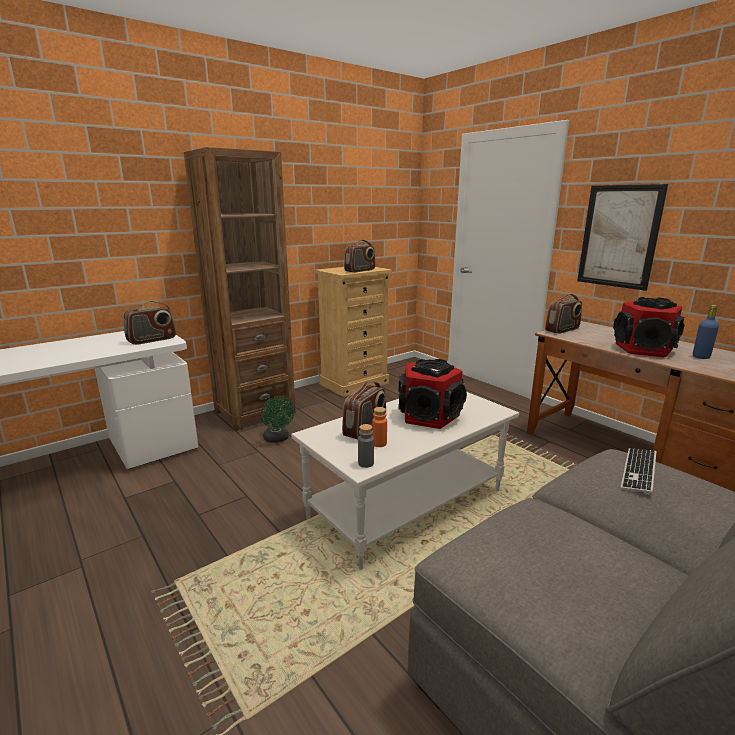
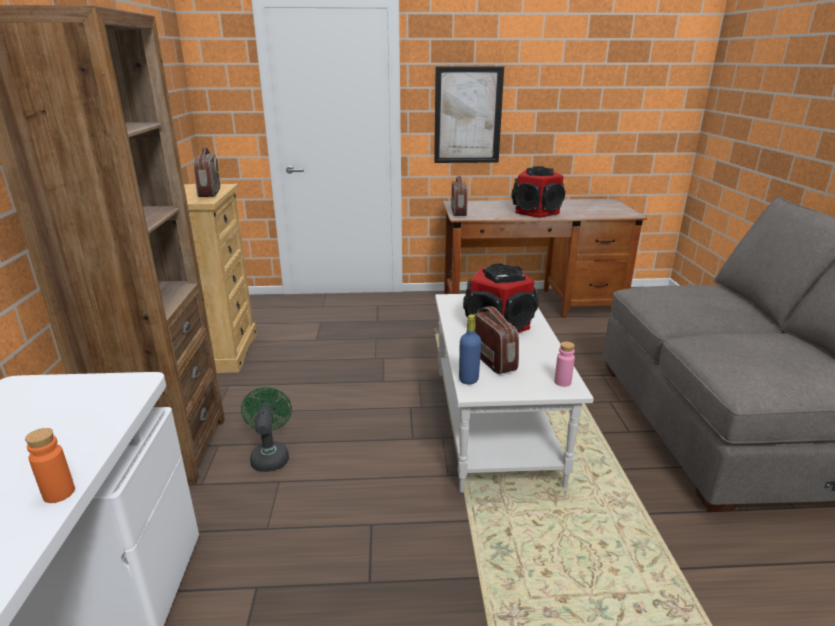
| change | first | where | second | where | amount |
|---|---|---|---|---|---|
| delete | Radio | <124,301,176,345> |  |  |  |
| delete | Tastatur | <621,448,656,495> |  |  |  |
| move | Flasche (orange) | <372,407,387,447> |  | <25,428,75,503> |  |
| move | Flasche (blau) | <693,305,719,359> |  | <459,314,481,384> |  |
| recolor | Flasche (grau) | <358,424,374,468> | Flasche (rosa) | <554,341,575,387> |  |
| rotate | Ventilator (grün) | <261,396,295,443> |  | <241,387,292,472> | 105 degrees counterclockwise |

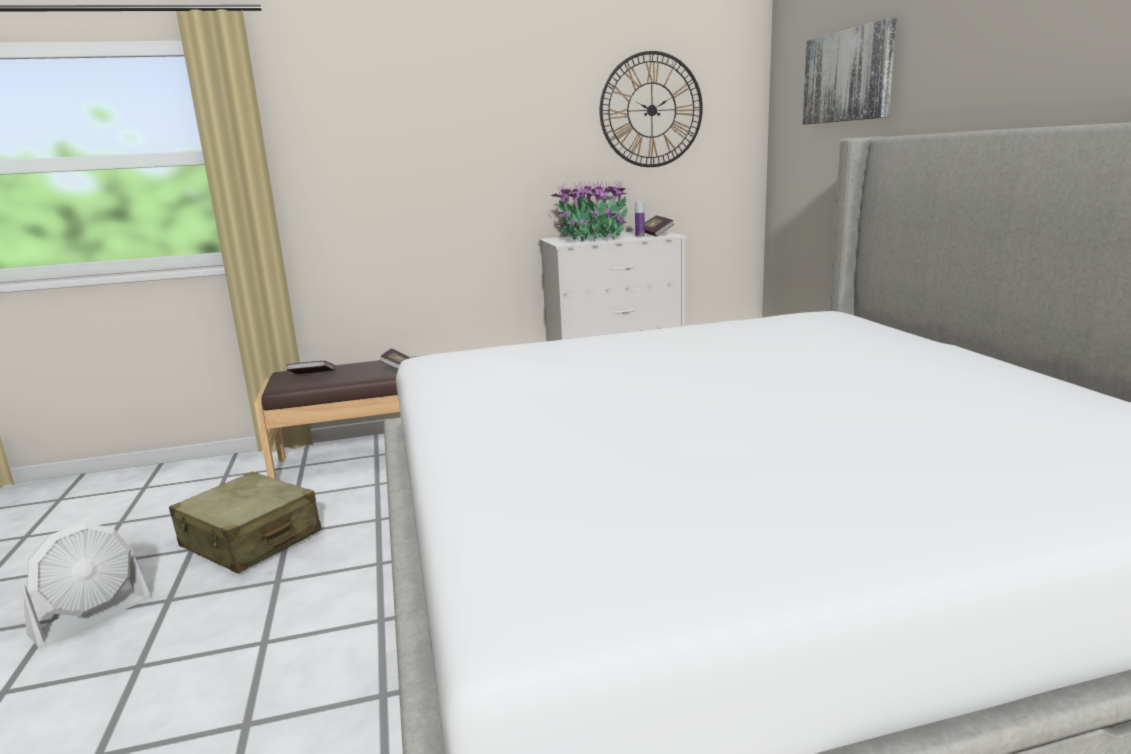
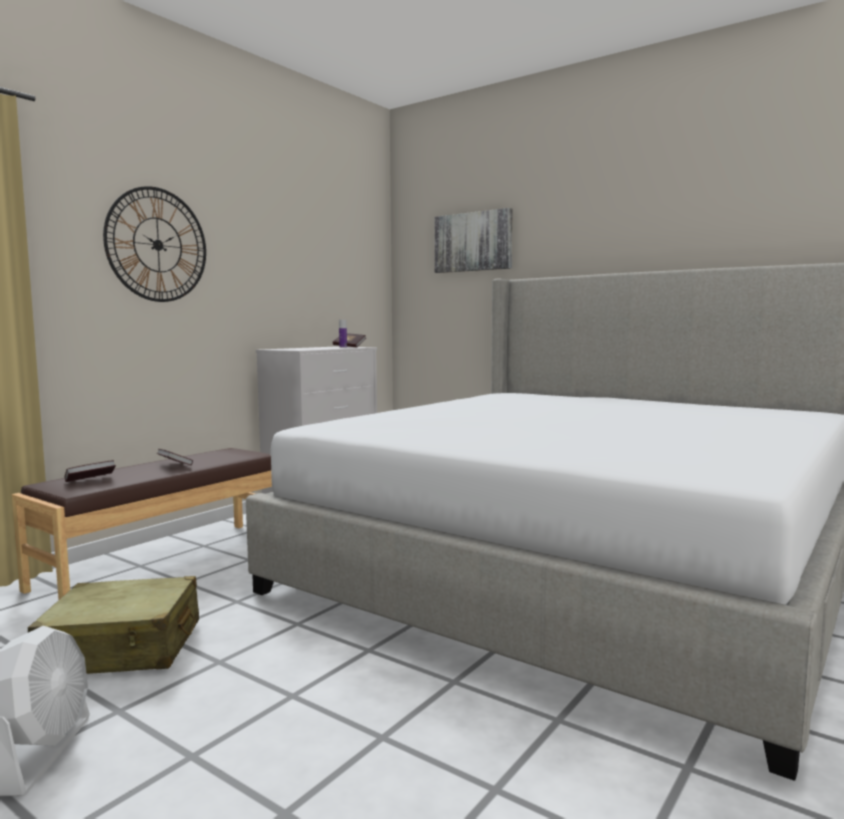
| change | first | where | second | where | amount |
|---|---|---|---|---|---|
| delete | Topfpflanze | <551,179,631,241> |  |  |  |
| move | Wanduhr | <600,51,703,167> |  | <103,186,206,302> |  |

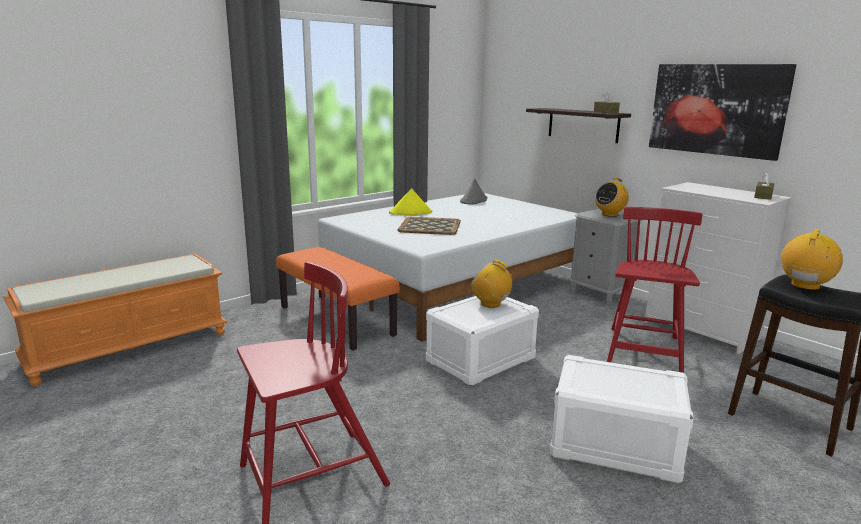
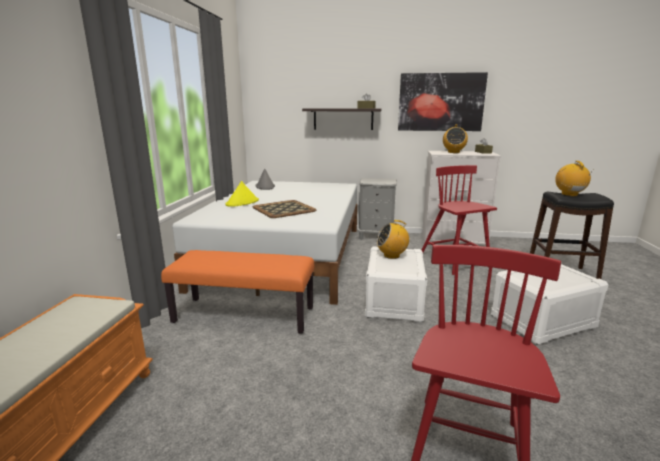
| change | first | where | second | where | amount |
|---|---|---|---|---|---|
| move | Radio | <595,178,629,217> |  | <443,124,468,153> |  |

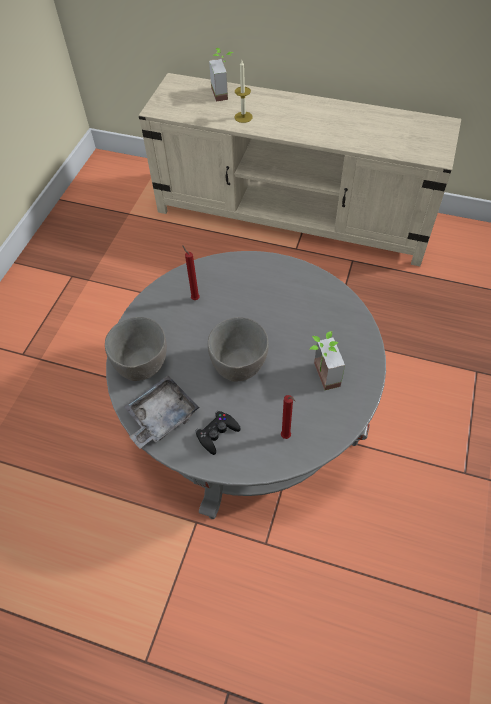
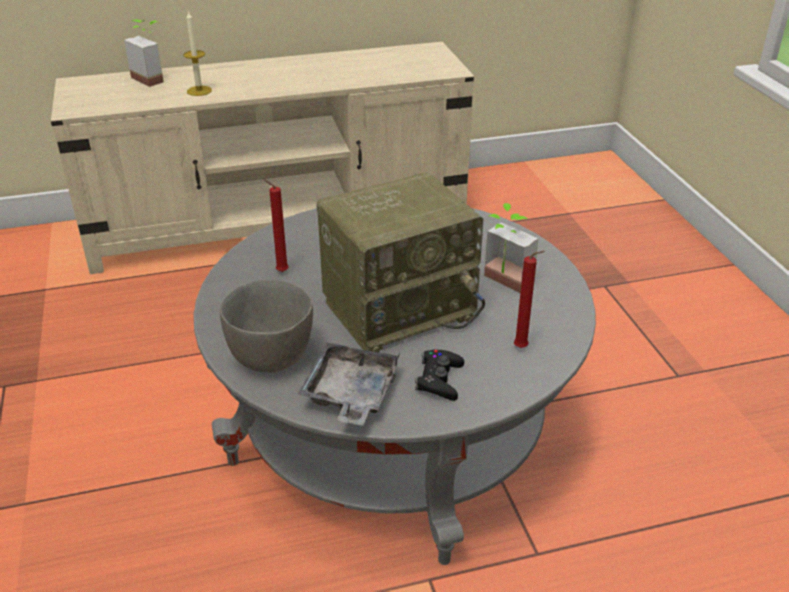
| change | first | where | second | where | amount |
|---|---|---|---|---|---|
| replace | Schüssel (grau) | <208,317,269,382> | Radio | <317,172,485,353> |  |

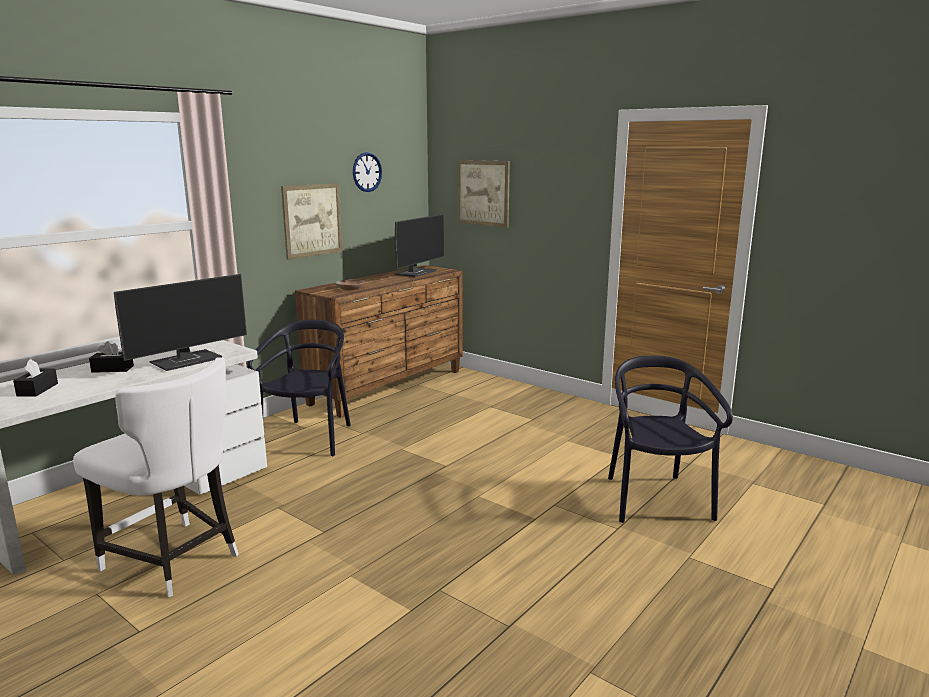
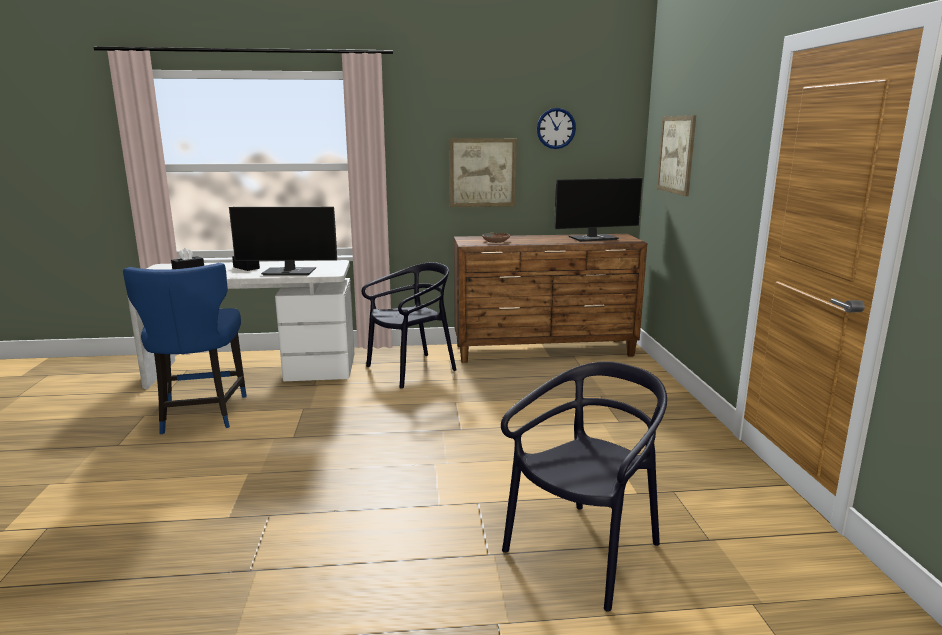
| change | first | where | second | where | amount |
|---|---|---|---|---|---|
| recolor | Stuhl (weiß) | <73,358,239,597> | Stuhl (blau) | <123,263,247,434> |  |

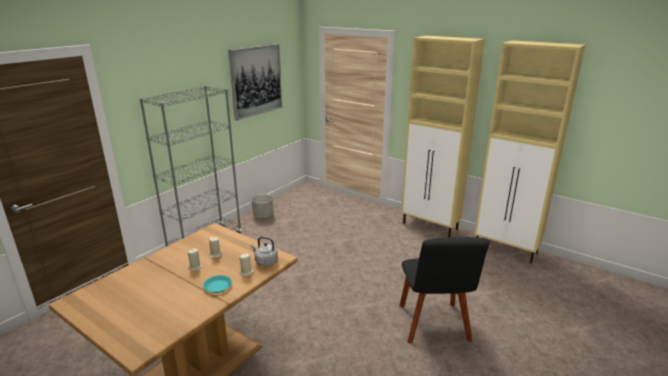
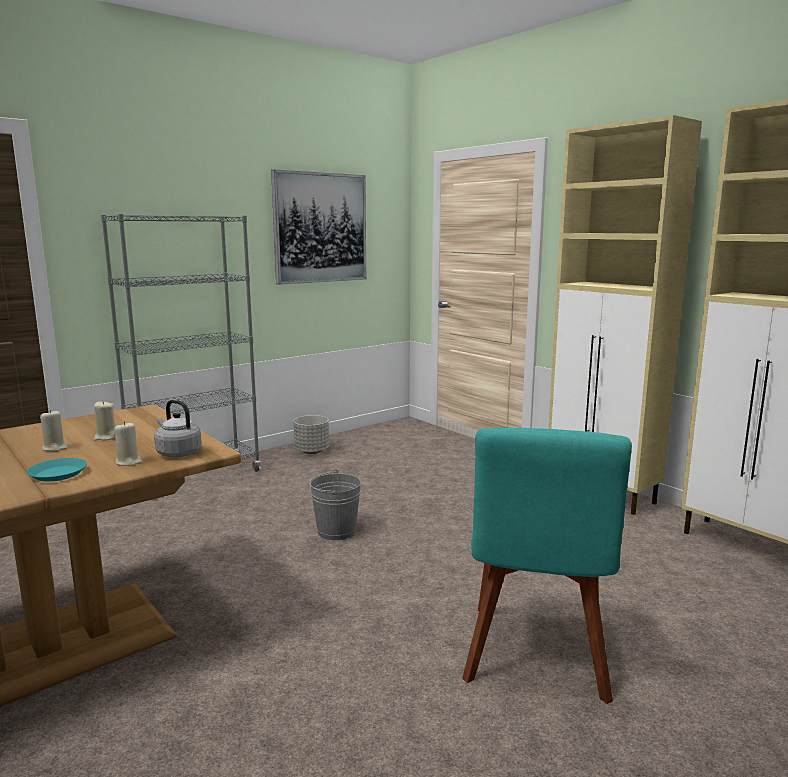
| change | first | where | second | where | amount |
|---|---|---|---|---|---|
| insert |  |  | Eimer (grau) | <309,469,361,540> |  |
| recolor | Stuhl (schwarz) | <400,237,490,344> | Stuhl (türkis) | <462,427,632,704> |  |

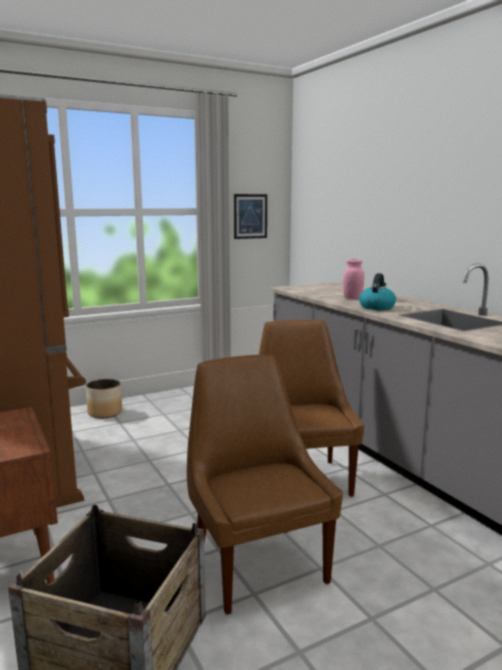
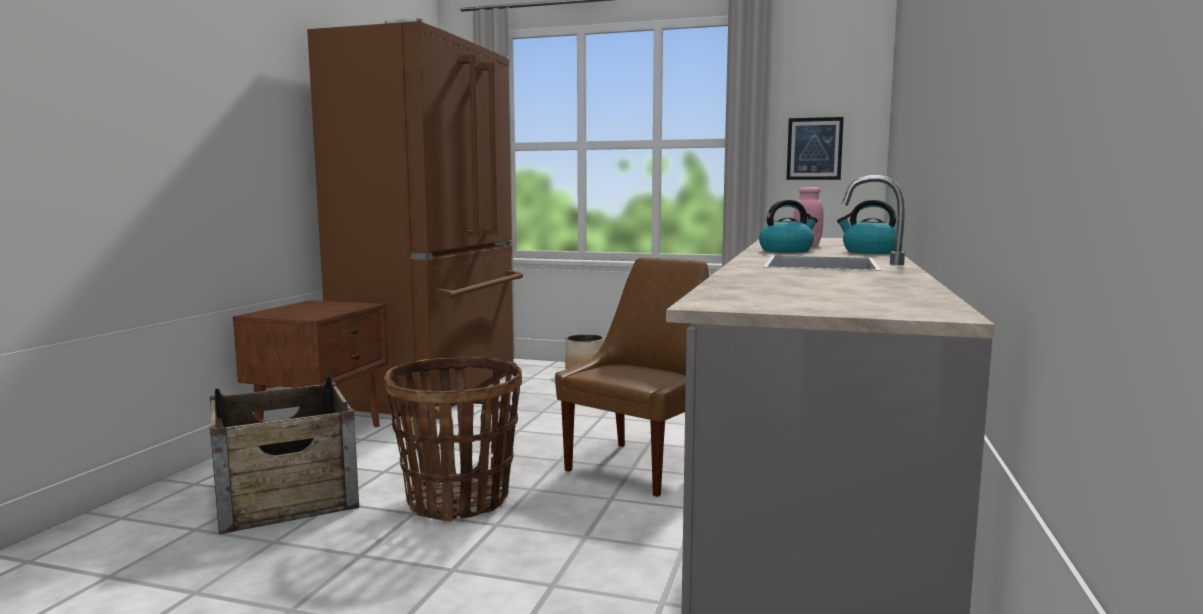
| change | first | where | second | where | amount |
|---|---|---|---|---|---|
| insert |  |  | Wasserkessel | <837,200,896,254> |  |
| replace | Stuhl (braun) | <187,355,343,615> | Korb | <384,357,522,522> |  |

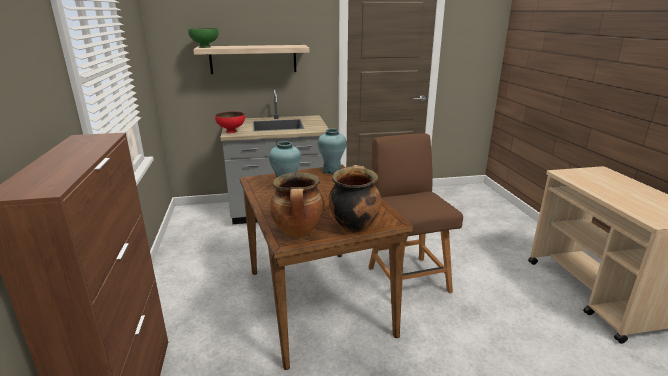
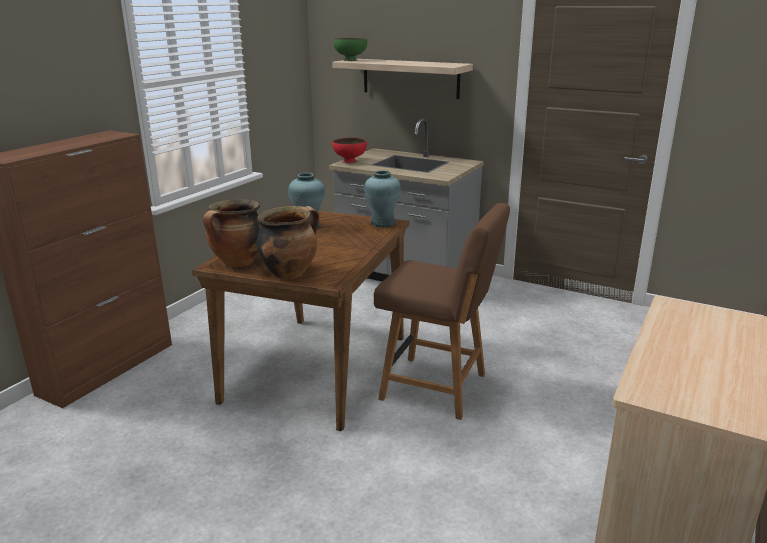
| change | first | where | second | where | amount |
|---|---|---|---|---|---|
| rotate | Stuhl (braun) | <368,133,463,293> |  | <374,203,510,420> | 90 degrees clockwise |

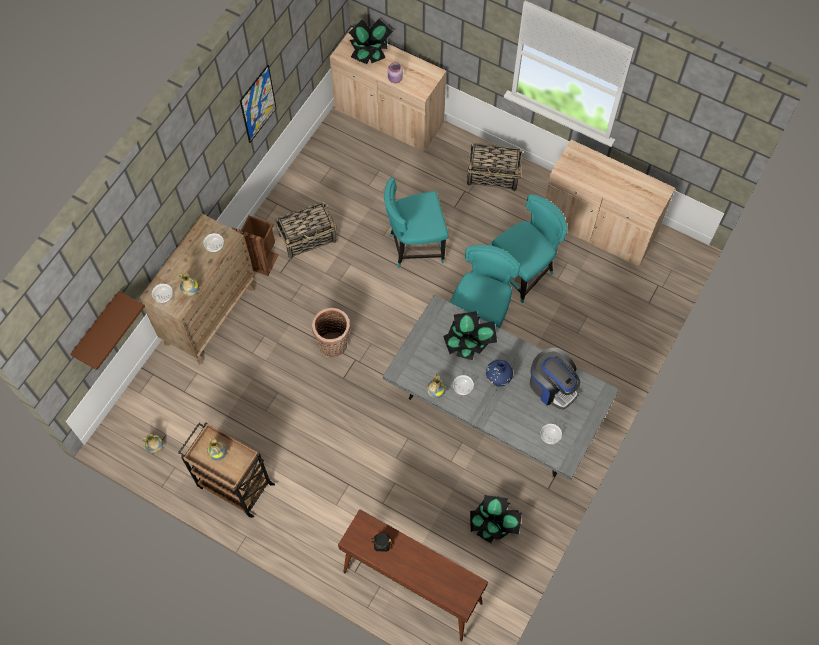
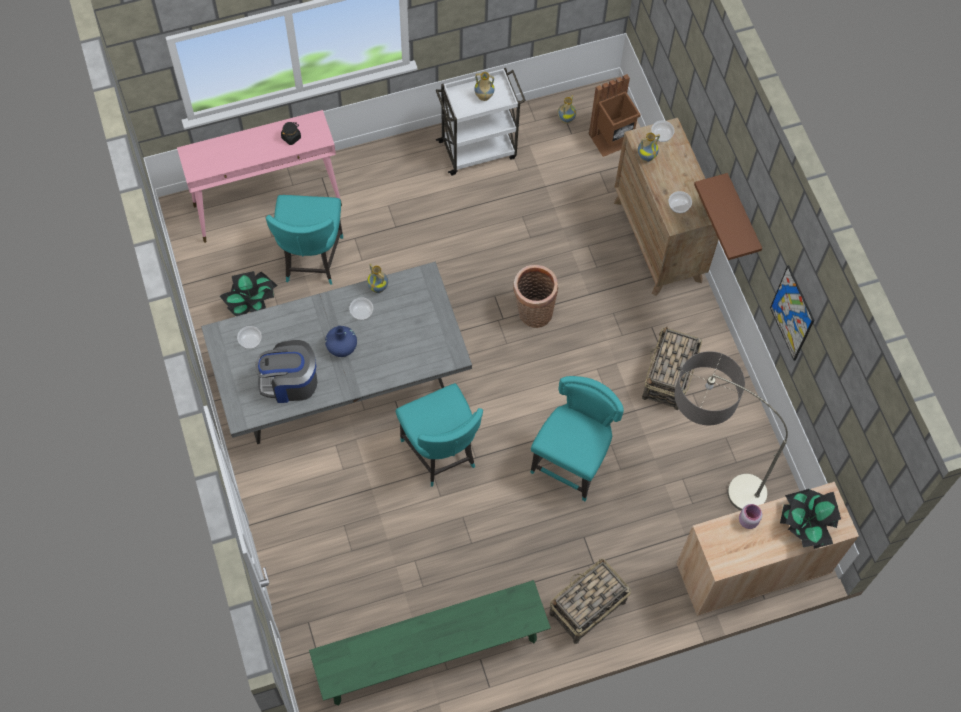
| change | first | where | second | where | amount |
|---|---|---|---|---|---|
| delete | Topfpflanze | <443,311,497,360> |  |  |  |
| insert |  |  | Stehlampe | <674,351,788,510> |  |
| move | Wandregal (braun) | <71,291,145,370> |  | <694,173,762,260> |  |
| move | Mülleimer (braun) | <232,216,279,276> |  | <589,74,641,157> |  |
| move | Stuhl (türkis) | <491,194,568,303> |  | <266,195,343,285> |  |
| replace | Schrank (beige) | <545,140,675,267> | Bank (grün) | <309,580,551,706> |  |
| recolor | Rollwagen (braun) | <178,422,275,518> | Rollwagen (weiß) | <436,68,526,175> |  |
| recolor | Konsolentisch (braun) | <338,509,488,641> | Konsolentisch (rosa) | <177,110,342,243> |  |

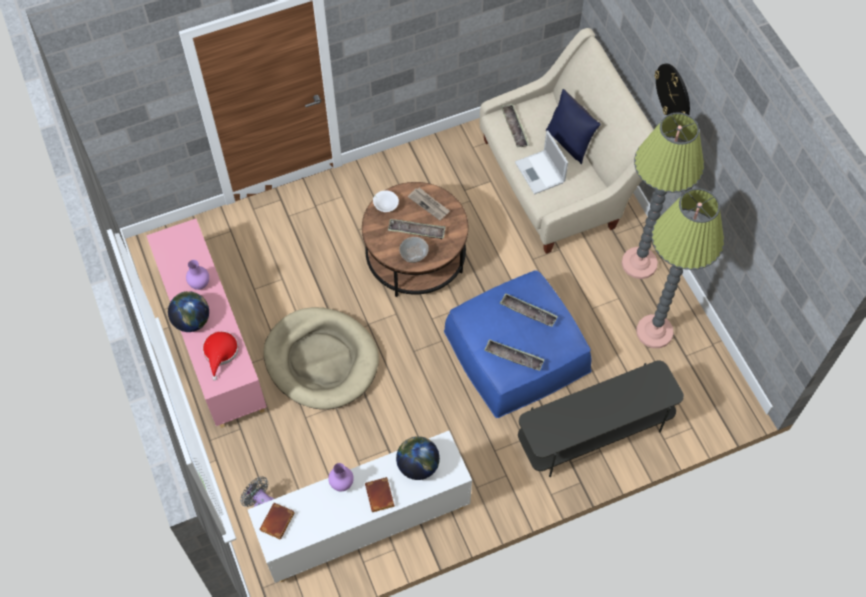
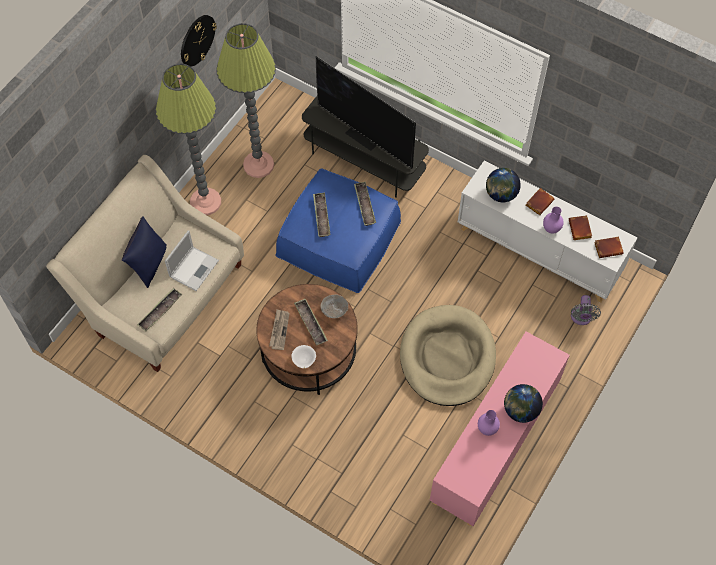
| change | first | where | second | where | amount |
|---|---|---|---|---|---|
| delete | Hut (rot) | <203,331,239,380> |  |  |  |
| insert |  |  | Fernseher | <315,56,416,169> |  |
| insert |  |  | Buch (braun) | <569,215,592,240> |  |
| move | Wanduhr | <654,63,690,115> |  | <181,15,217,67> |  |

